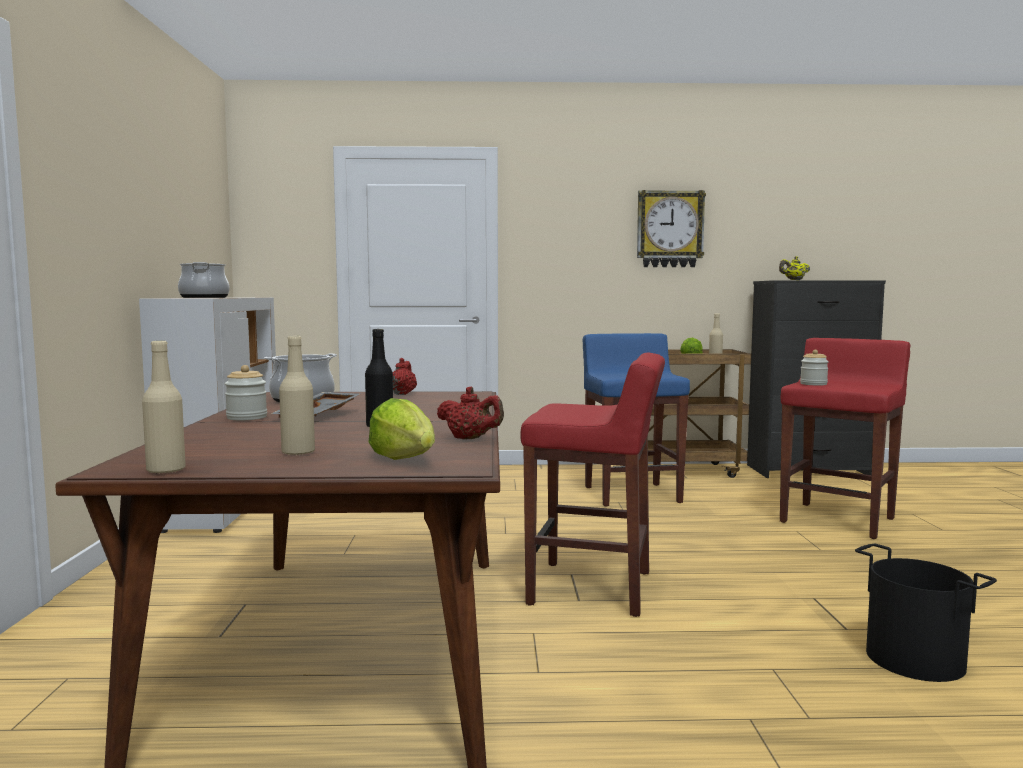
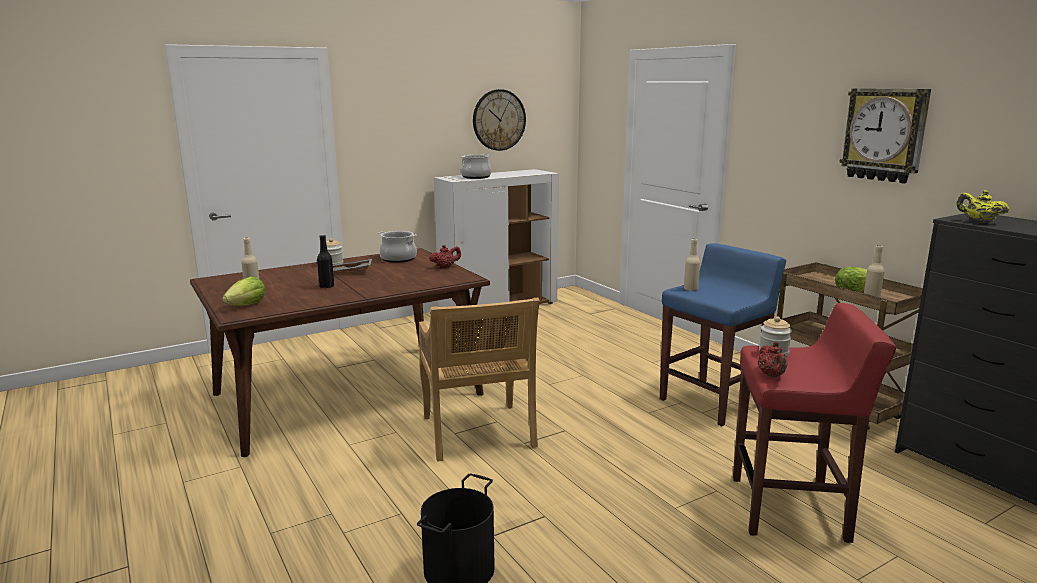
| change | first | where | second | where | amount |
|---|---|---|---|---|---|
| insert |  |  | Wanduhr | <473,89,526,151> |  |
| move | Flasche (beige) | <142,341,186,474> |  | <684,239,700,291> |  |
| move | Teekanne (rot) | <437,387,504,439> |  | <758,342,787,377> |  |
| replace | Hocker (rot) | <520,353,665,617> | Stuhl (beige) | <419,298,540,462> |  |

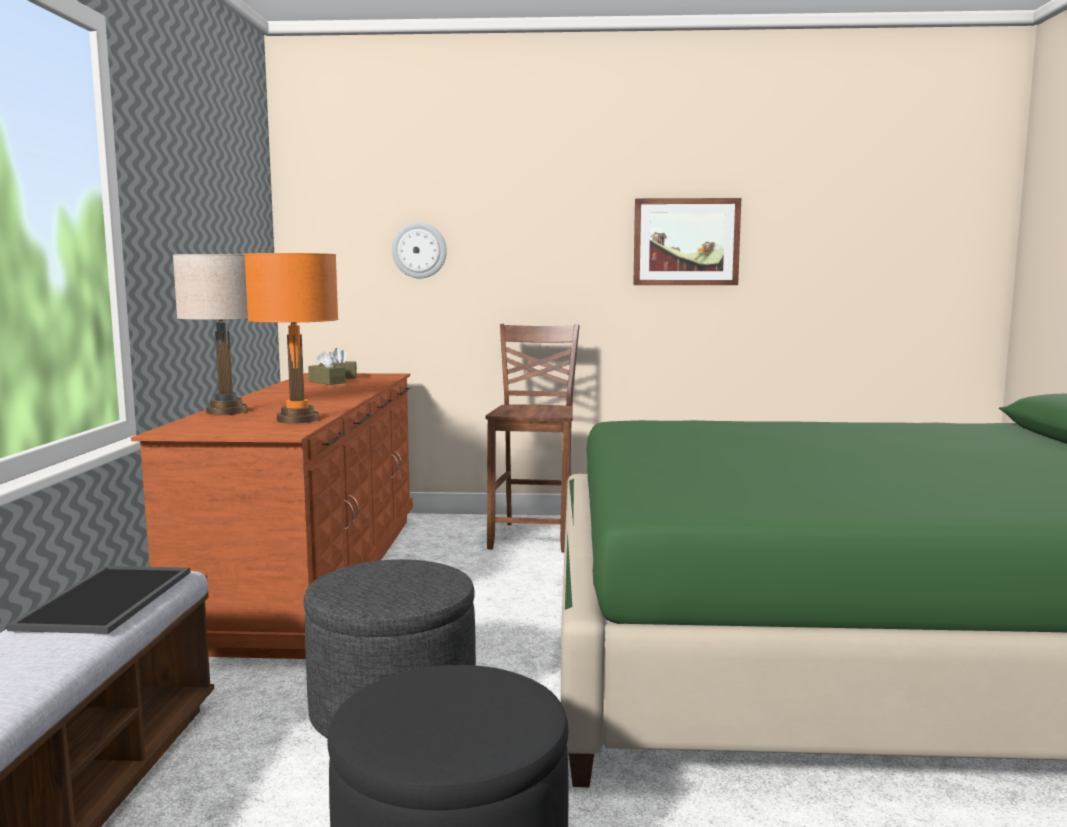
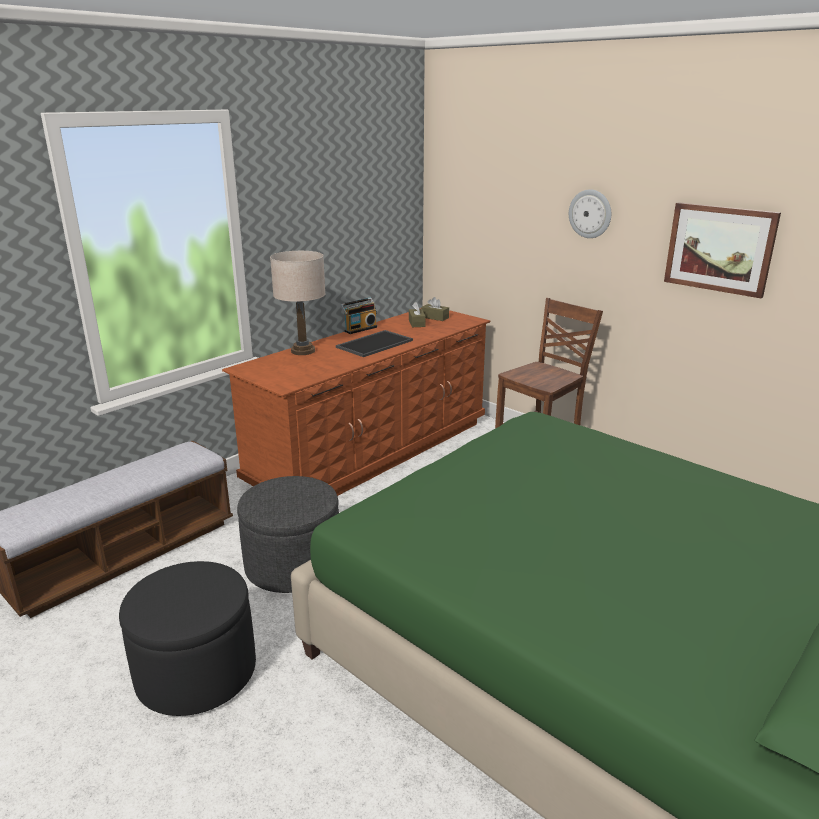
| change | first | where | second | where | amount |
|---|---|---|---|---|---|
| delete | Tischlampe (orange) | <244,253,338,423> |  |  |  |
| insert |  |  | Radio | <340,298,377,334> |  |
| move | Tablett | <7,566,191,634> |  | <336,330,413,357> |  |
| move | Wanduhr | <392,223,447,278> |  | <569,189,611,238> |  |

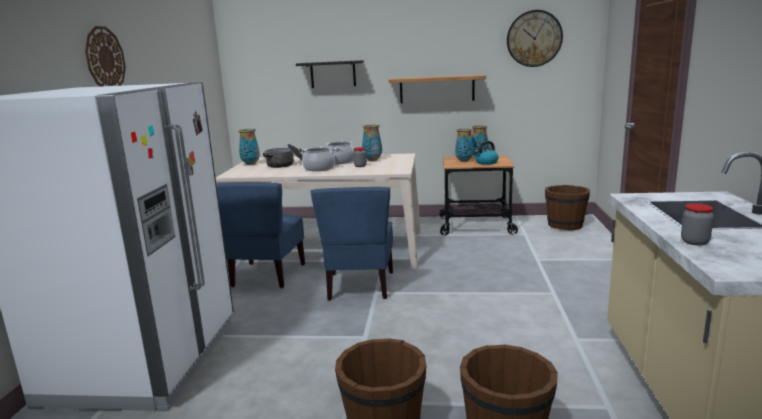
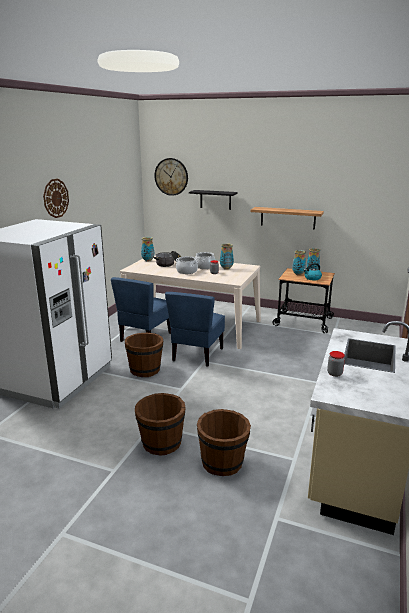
| change | first | where | second | where | amount |
|---|---|---|---|---|---|
| move | Wanduhr | <507,10,563,67> |  | <154,158,188,196> |  |
| move | Eimer (braun) | <545,185,590,230> |  | <125,333,163,377> |  |

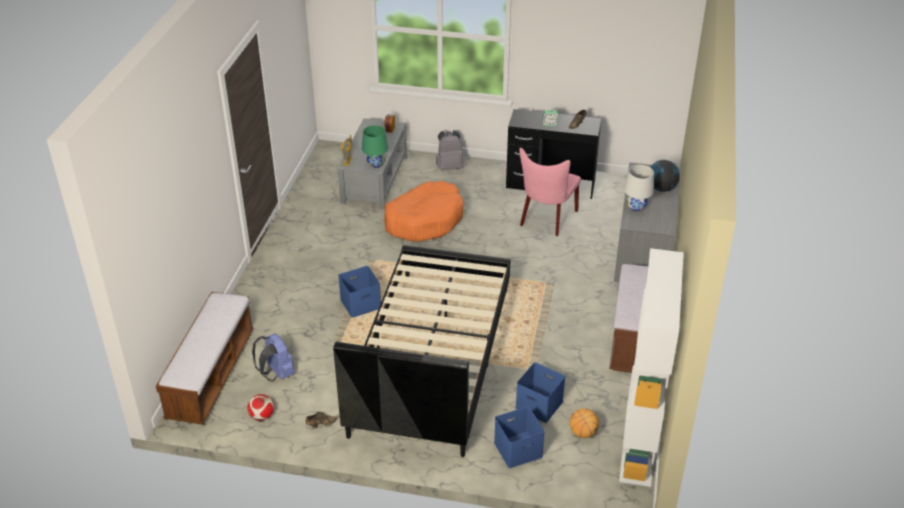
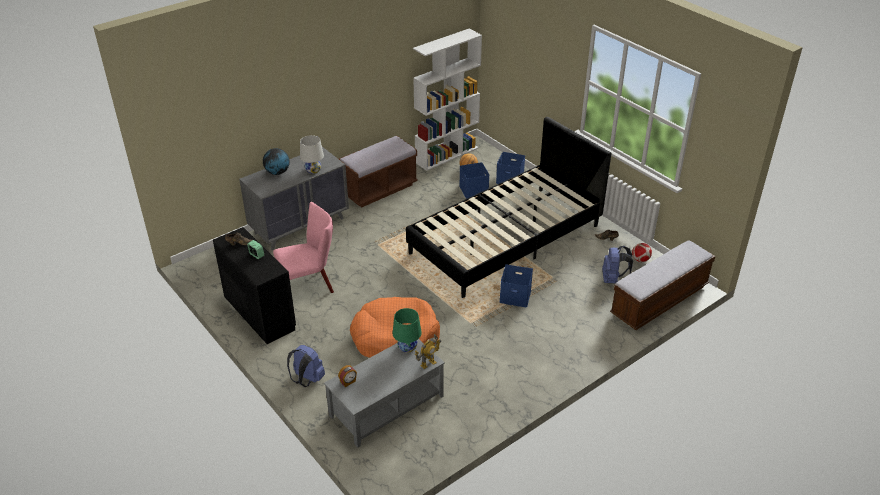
| change | first | where | second | where | amount |
|---|---|---|---|---|---|
| recolor | Rucksack (grau) | <436,130,465,170> | Rucksack (blau) | <287,345,325,387> |  |

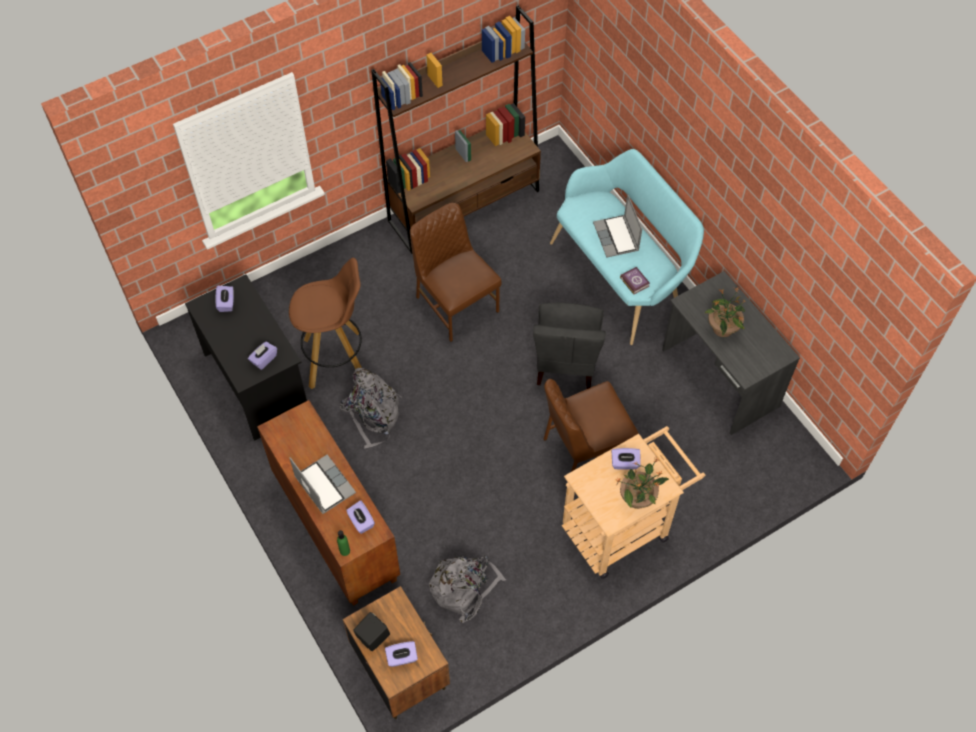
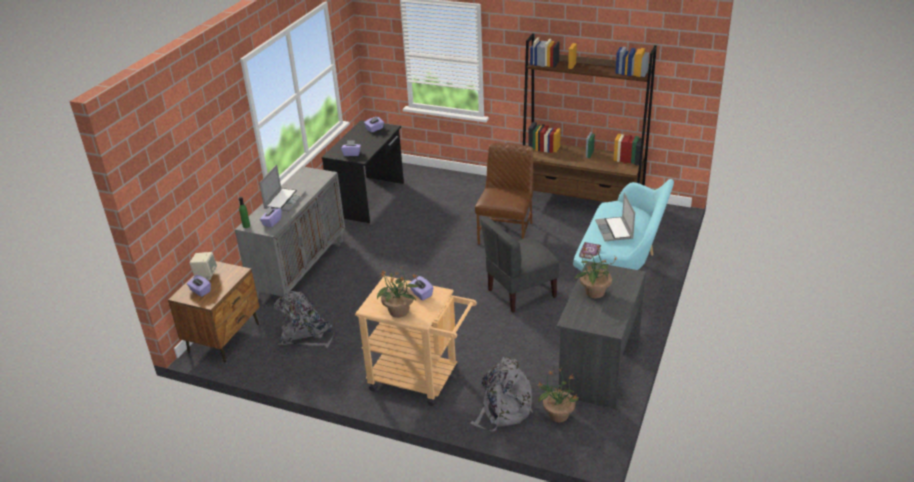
| change | first | where | second | where | amount |
|---|---|---|---|---|---|
| delete | Hocker (braun) | <289,258,362,389> |  |  |  |
| delete | Stuhl (braun) | <544,379,639,472> |  |  |  |
| insert |  |  | Topfpflanze | <538,369,580,423> |  |
| move | Rucksack (grau) | <340,368,402,449> |  | <470,357,533,432> |  |
| recolor | Schrank (braun) | <257,400,400,606> | Schrank (grau) | <235,166,345,299> |  |
| recolor | Lautsprecher (schwarz) | <353,612,390,651> | Lautsprecher (beige) | <189,252,217,280> |  |
| rotate | Laptop | <593,194,642,258> |  | <595,193,635,241> | 45 degrees counterclockwise |

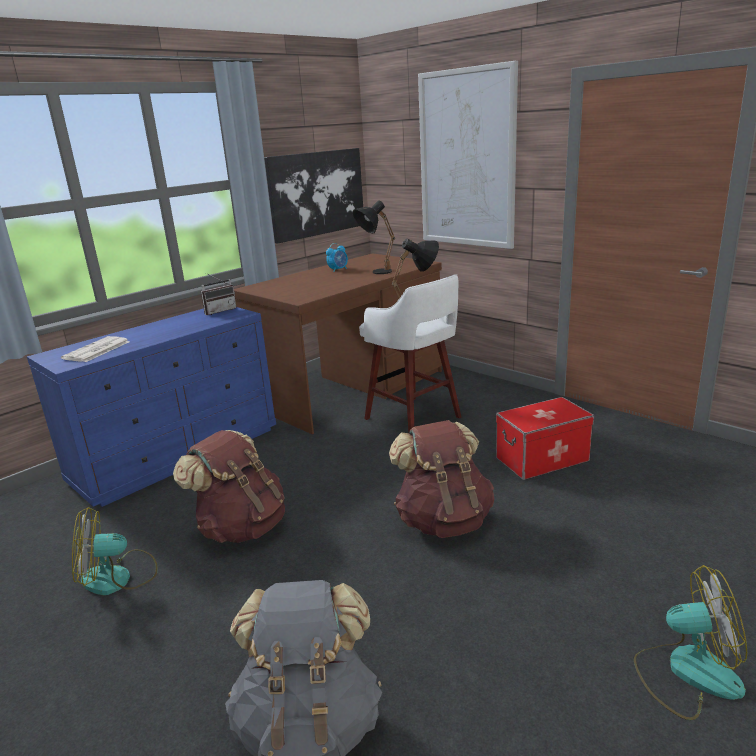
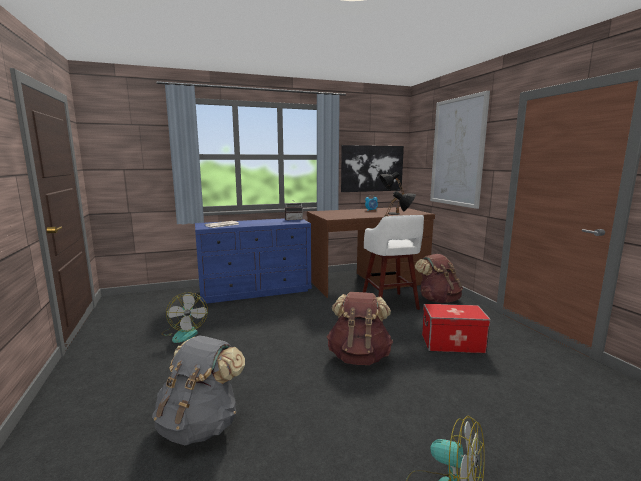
| change | first | where | second | where | amount |
|---|---|---|---|---|---|
| move | Rucksack (braun) | <173,430,285,543> |  | <415,254,463,303> |  |
| rotate | Ventilator | <72,507,158,595> |  | <162,292,208,343> | 120 degrees counterclockwise |

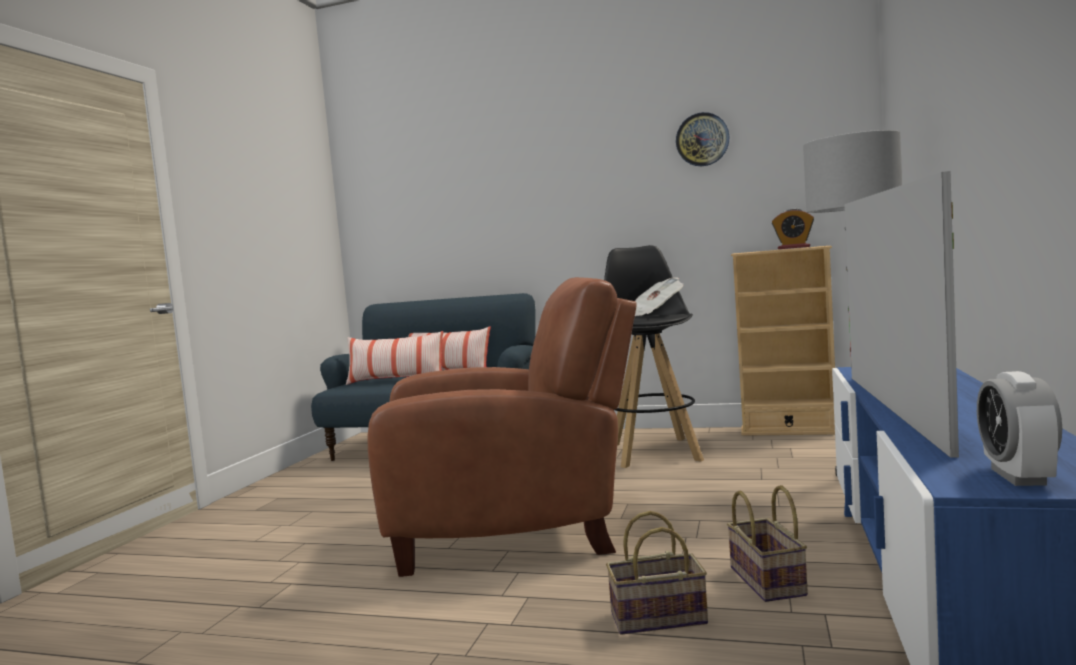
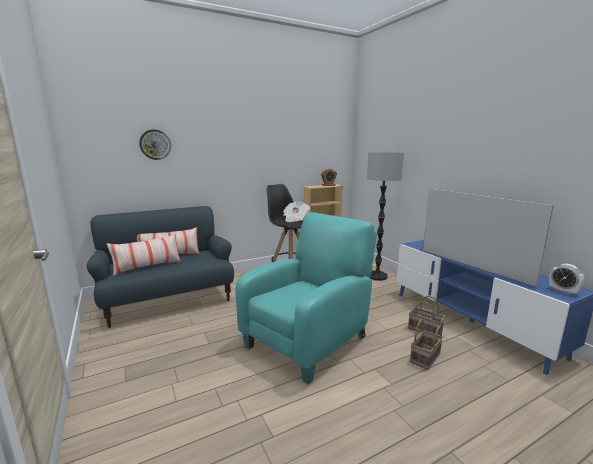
| change | first | where | second | where | amount |
|---|---|---|---|---|---|
| move | Wanduhr | <676,112,729,166> |  | <139,130,171,160> |  |
| recolor | Sessel (braun) | <368,277,637,577> | Sessel (türkis) | <235,212,377,384> |  |

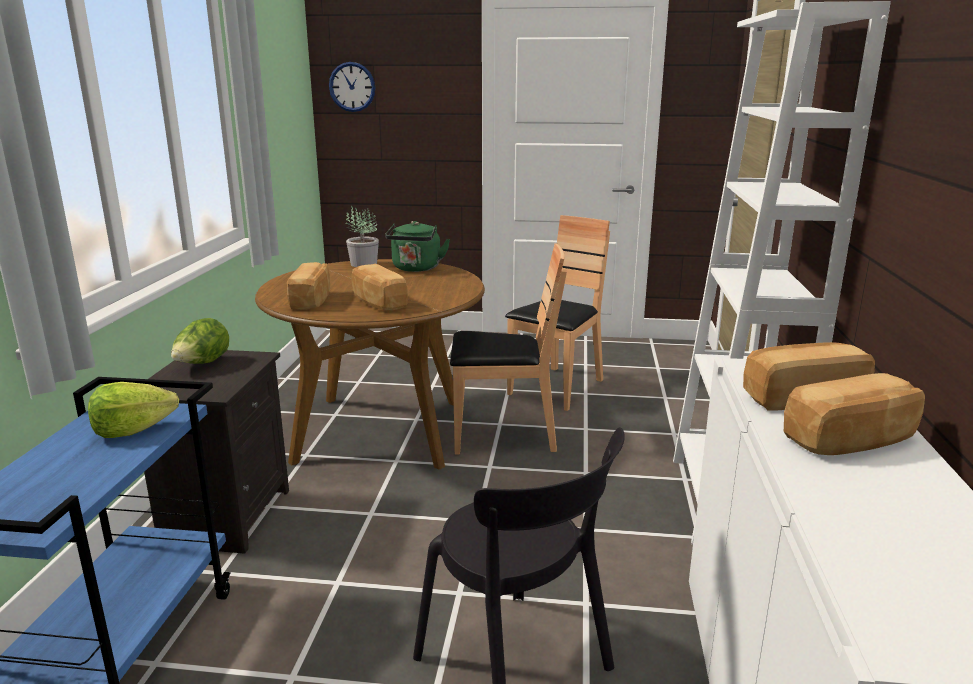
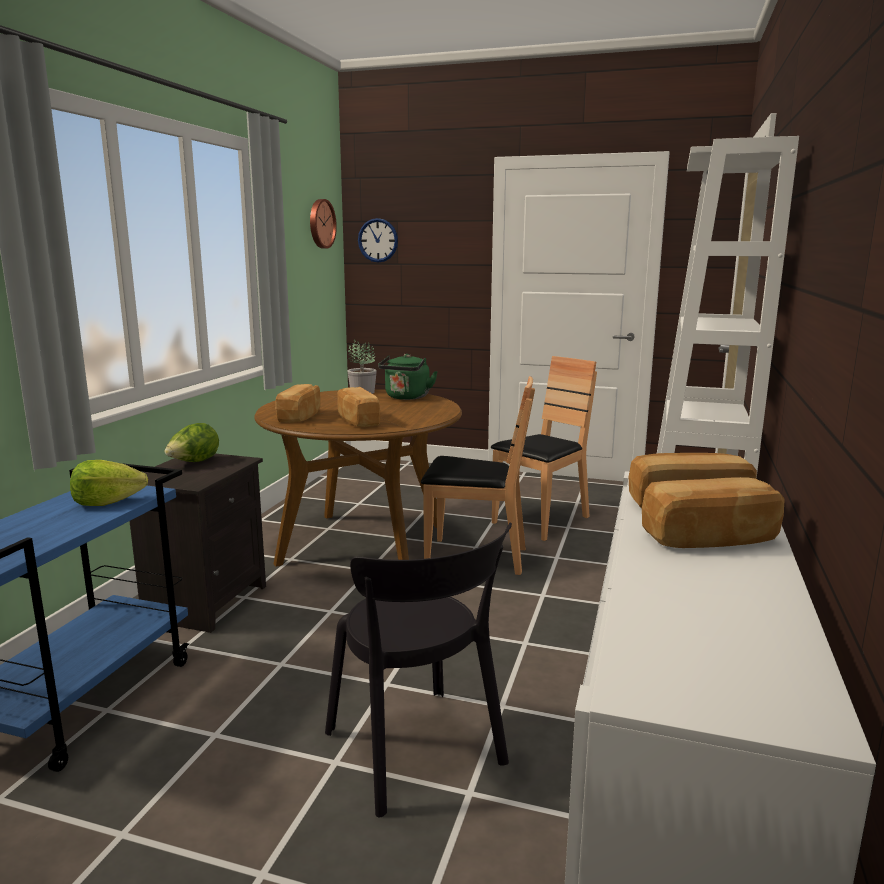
| change | first | where | second | where | amount |
|---|---|---|---|---|---|
| insert |  |  | Wanduhr | <310,199,337,249> |  |

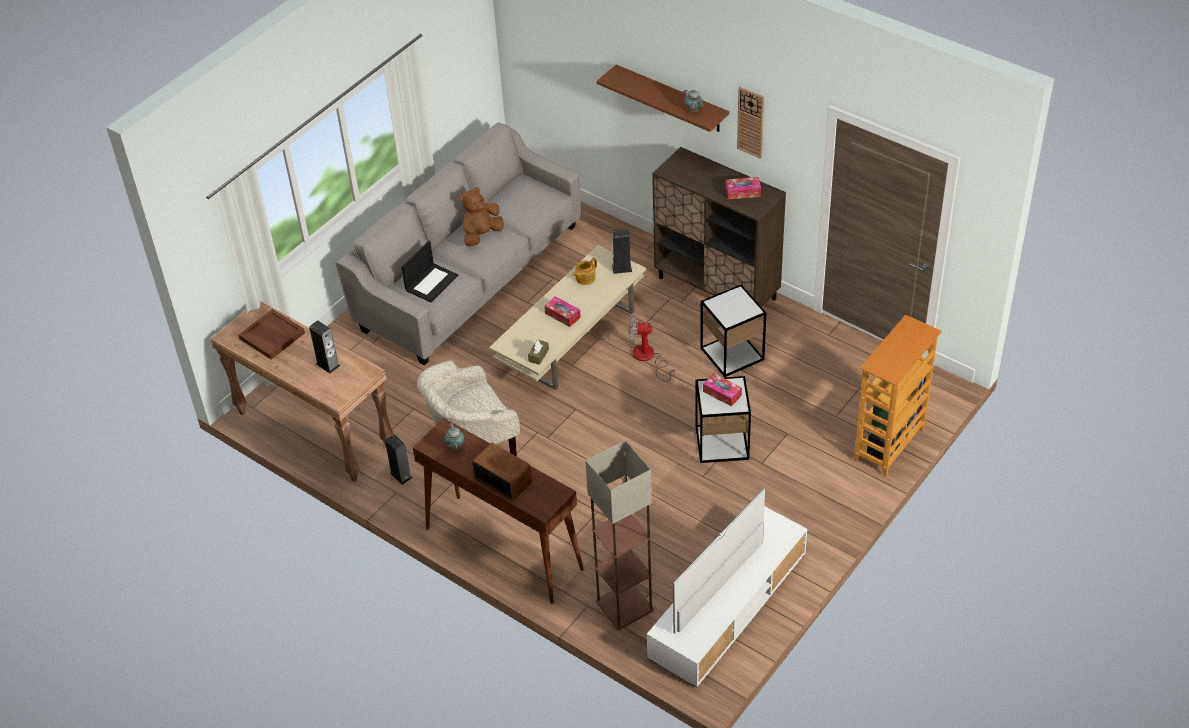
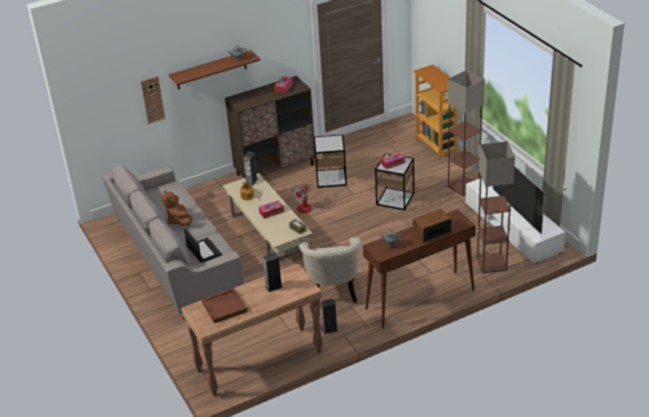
| change | first | where | second | where | amount |
|---|---|---|---|---|---|
| insert |  |  | Stehlampe | <447,70,485,196> |  |
| move | Wanduhr | <737,87,764,159> |  | <140,76,165,124> |  |

